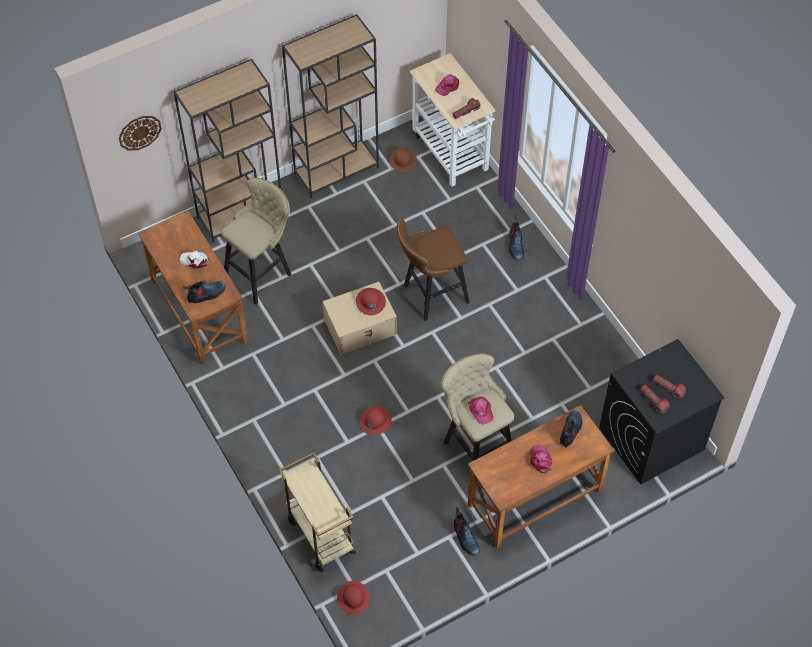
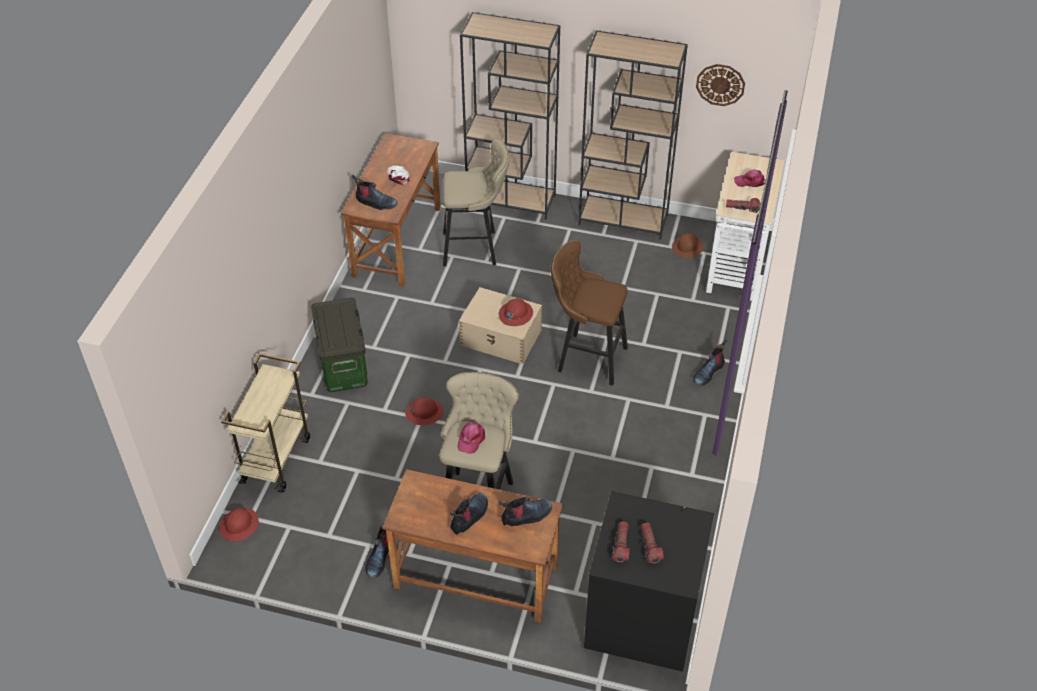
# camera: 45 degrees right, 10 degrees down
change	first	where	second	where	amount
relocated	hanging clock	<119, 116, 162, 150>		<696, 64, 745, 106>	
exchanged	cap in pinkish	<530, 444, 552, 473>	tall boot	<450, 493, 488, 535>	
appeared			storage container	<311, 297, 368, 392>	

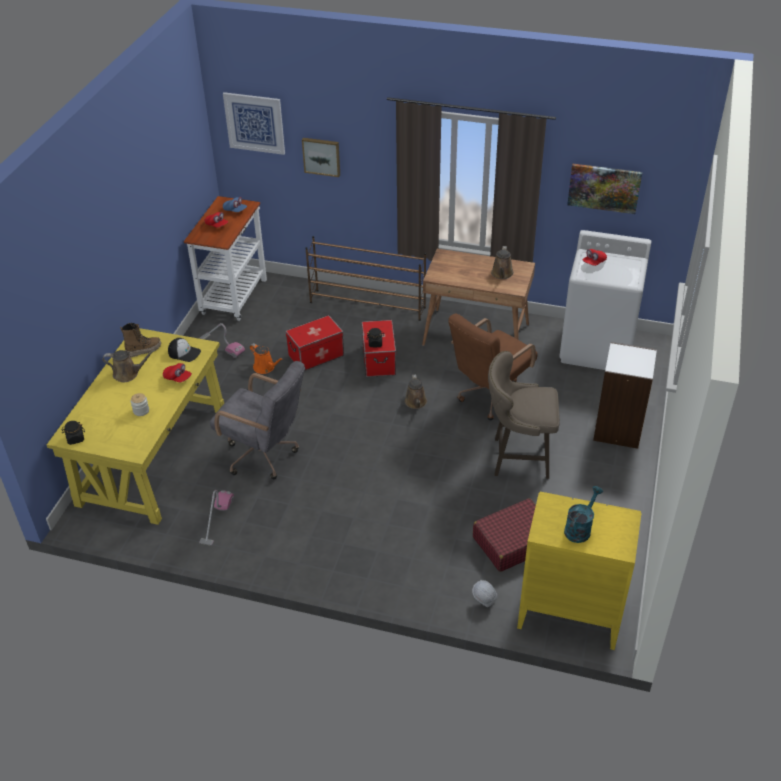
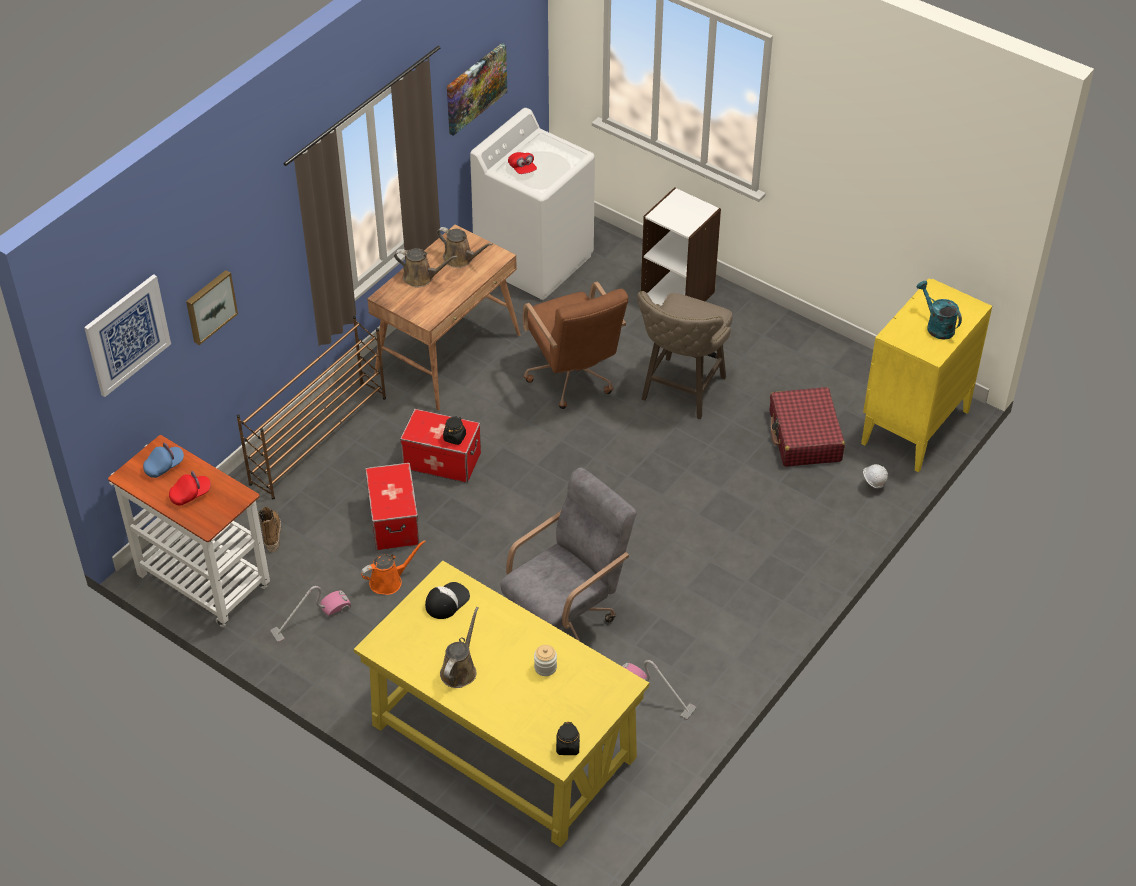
# camera: 70 degrees left, 5 degrees up
change	first	where	second	where	amount
relocated	tall boot	<120, 323, 161, 358>		<258, 507, 281, 552>	
missing	cap in red	<163, 363, 192, 382>			
relocated	sprinkling can in brown	<405, 374, 427, 409>		<394, 248, 458, 287>	

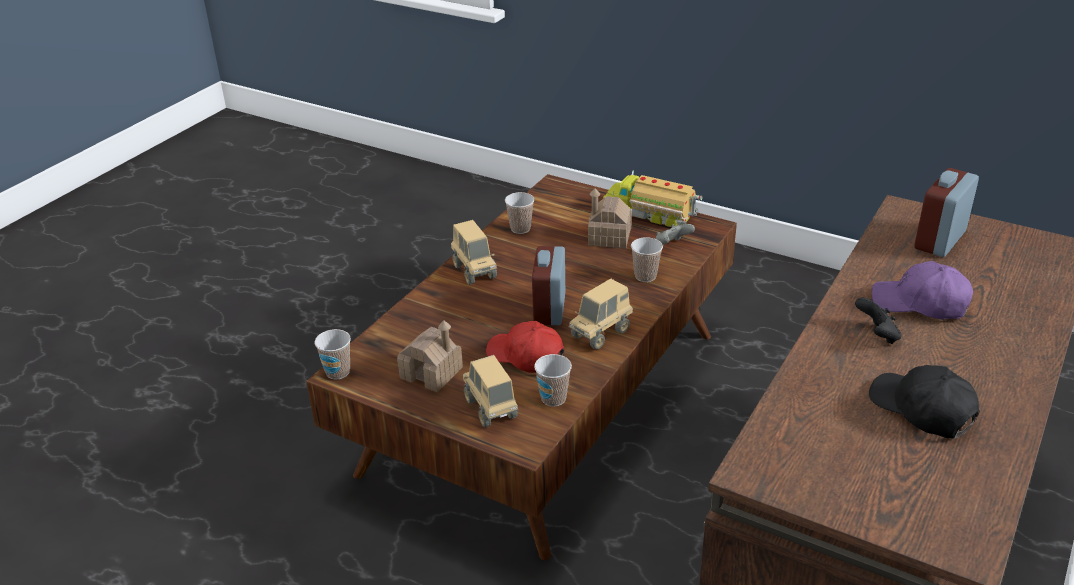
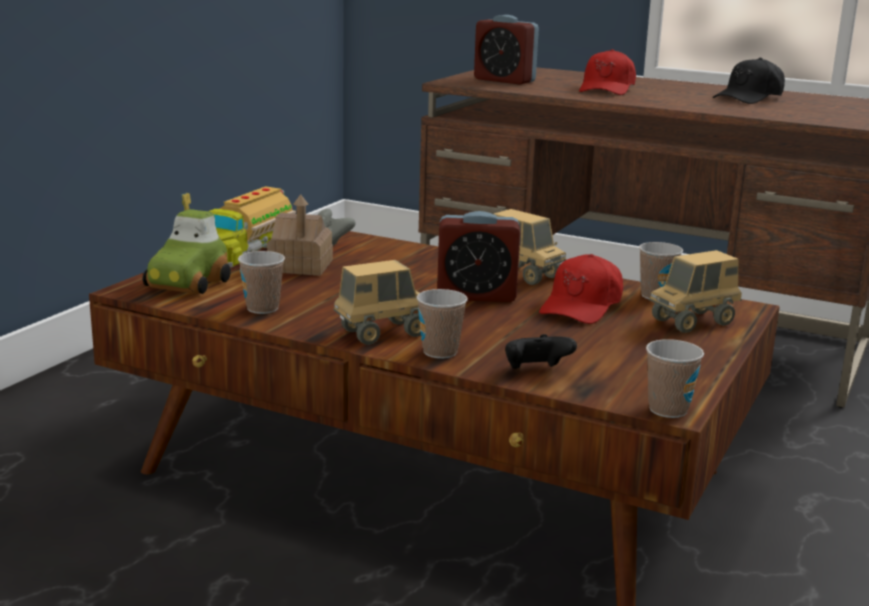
# camera: 95 degrees left, 15 degrees down
change	first	where	second	where	amount
relocated	small cup	<631, 237, 663, 282>		<417, 289, 468, 359>	
colour	cap in purple	<872, 261, 973, 319>	cap in red	<579, 49, 636, 95>	
relocated	gamepad in black	<855, 298, 901, 344>		<505, 334, 577, 369>	
missing	miniature house	<397, 320, 463, 392>			
appeared			miniature car	<143, 193, 231, 294>	

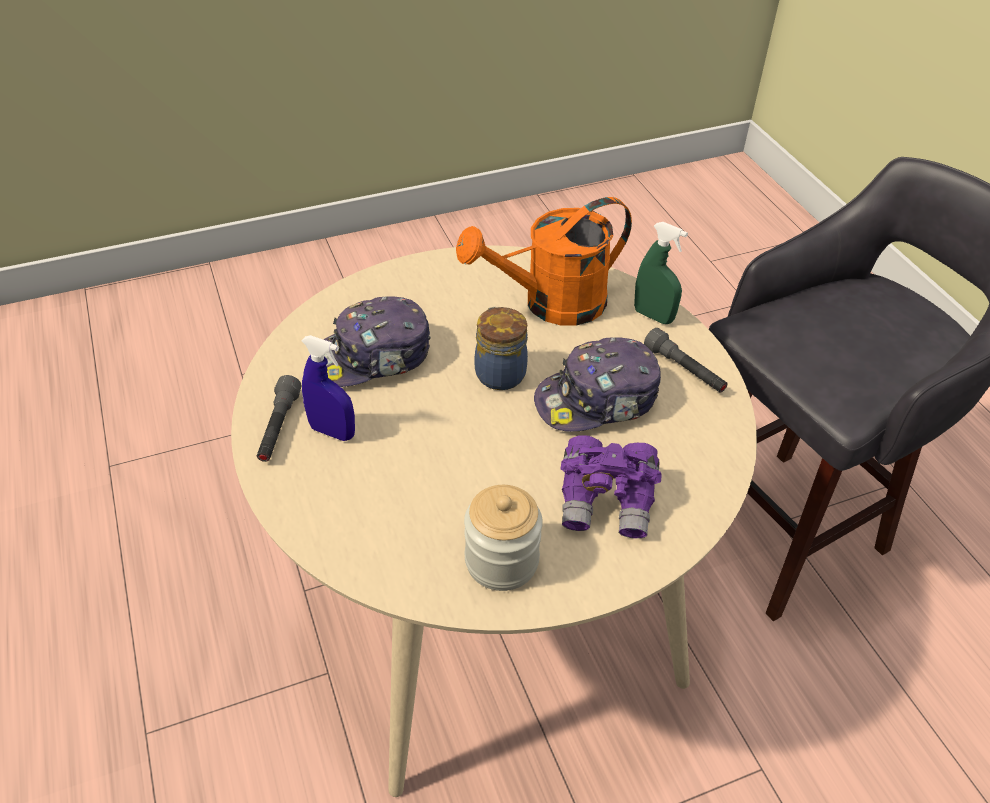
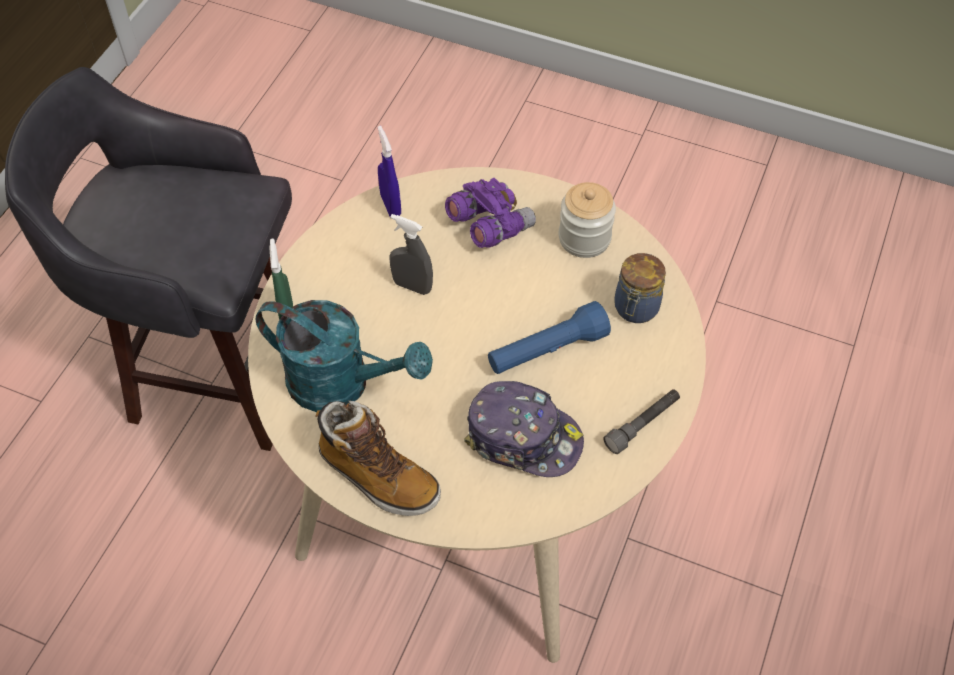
# camera: 135 degrees left, 10 degrees up
change	first	where	second	where	amount
colour	sprinkling can in orangey	<456, 197, 632, 326>	sprinkling can in blue-green	<256, 300, 433, 412>	
relocated	jar	<475, 307, 528, 390>		<614, 253, 666, 323>	
missing	flashlight in greyish	<644, 328, 727, 393>			
relocated	hand sprayer in bluish	<301, 335, 355, 441>		<378, 126, 401, 217>	
exchanged	cap	<534, 337, 661, 432>	hand sprayer in greyish	<389, 214, 433, 295>	
appeared			flashlight in bluish	<488, 301, 611, 374>	
appeared			tall boot	<315, 401, 441, 516>	

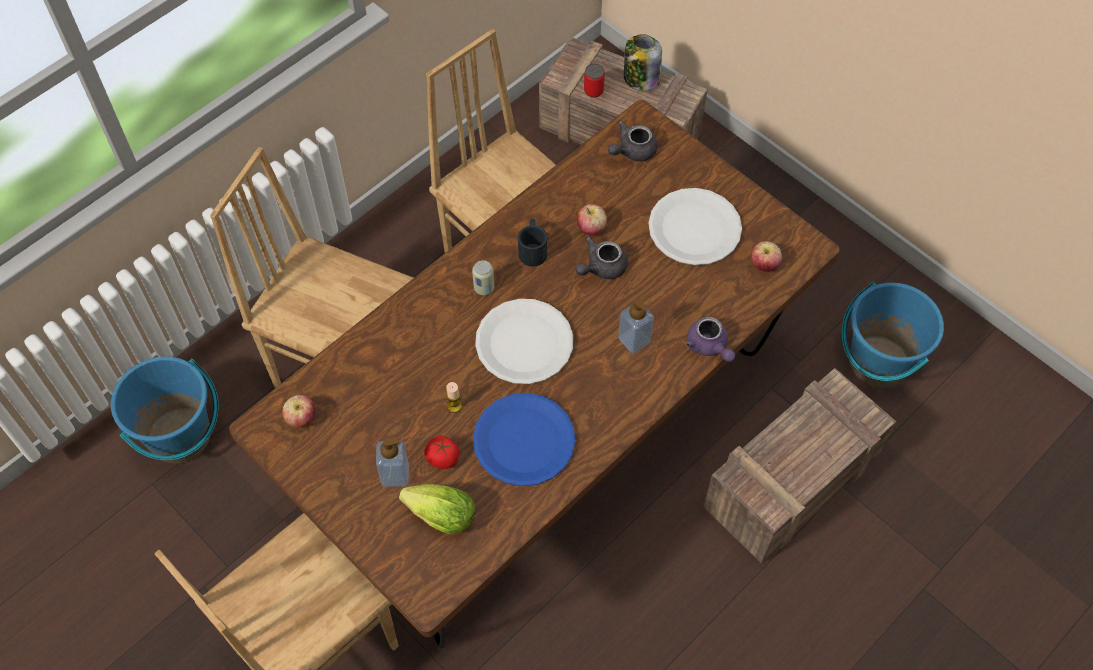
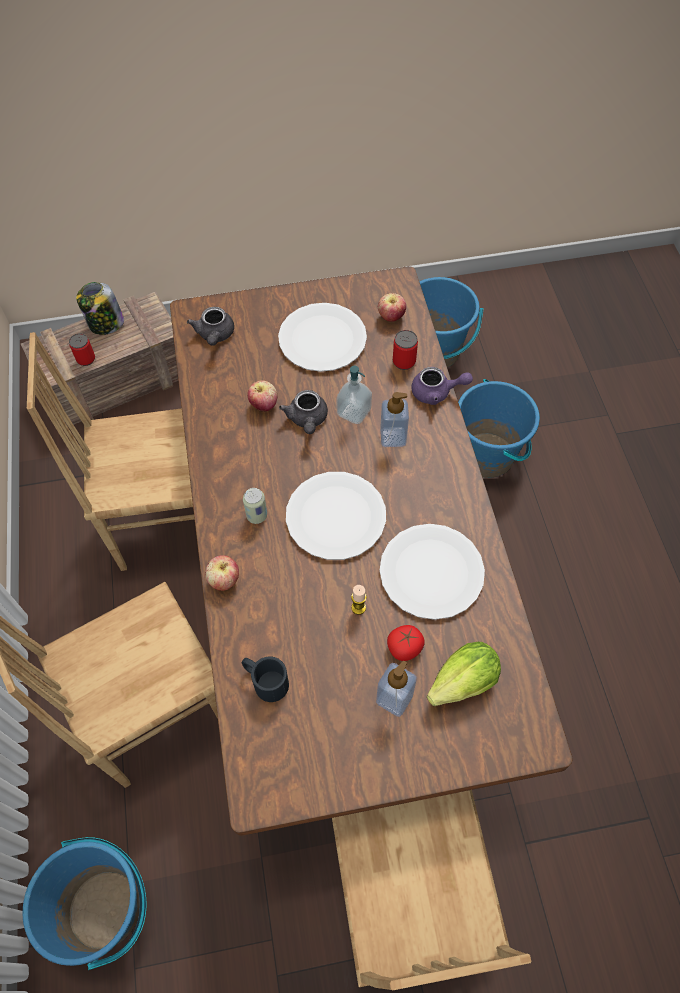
# camera: 55 degrees left, 0 degrees up
change	first	where	second	where	amount
relocated	tea mug in black	<518, 219, 547, 267>		<242, 656, 289, 702>	
exchanged	crate	<704, 368, 896, 564>	pail in bluish	<458, 379, 540, 478>	
colour	flat dish in bluish	<473, 393, 576, 486>	flat dish in white-coloured	<380, 524, 485, 620>	
relocated	apple	<282, 395, 315, 427>		<205, 555, 239, 591>	
appeared			can	<393, 330, 418, 370>	
appeared			liquid soap bottle	<336, 366, 372, 424>	

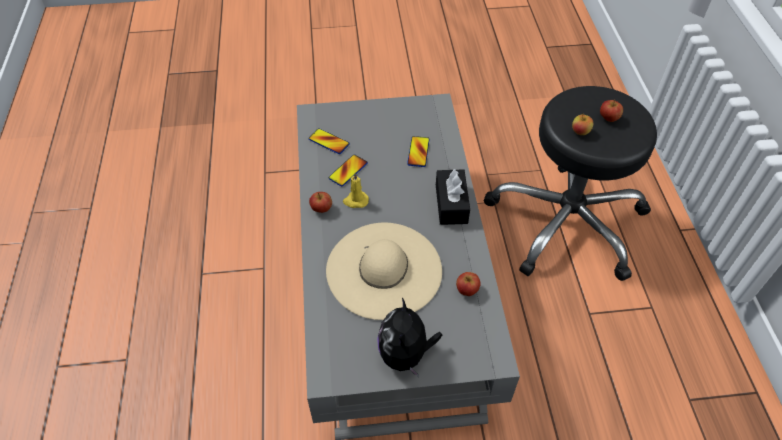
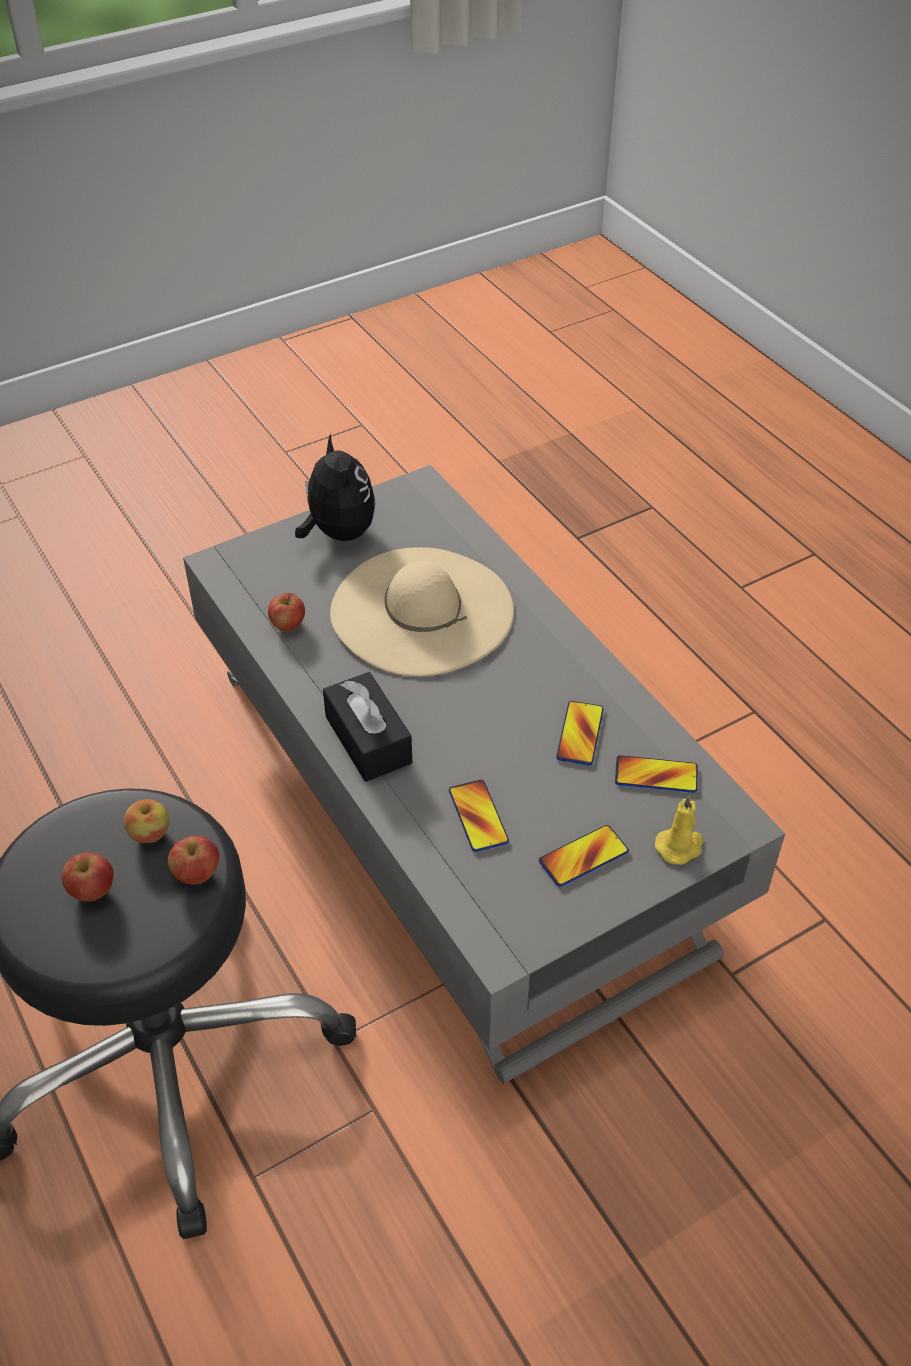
# camera: 155 degrees right, 5 degrees down
change	first	where	second	where	amount
relocated	candle in yellow-coloured	<343, 173, 369, 208>		<655, 794, 704, 864>	
relocated	apple	<309, 192, 332, 213>		<168, 836, 219, 885>	
appeared			telephone	<539, 825, 629, 887>	

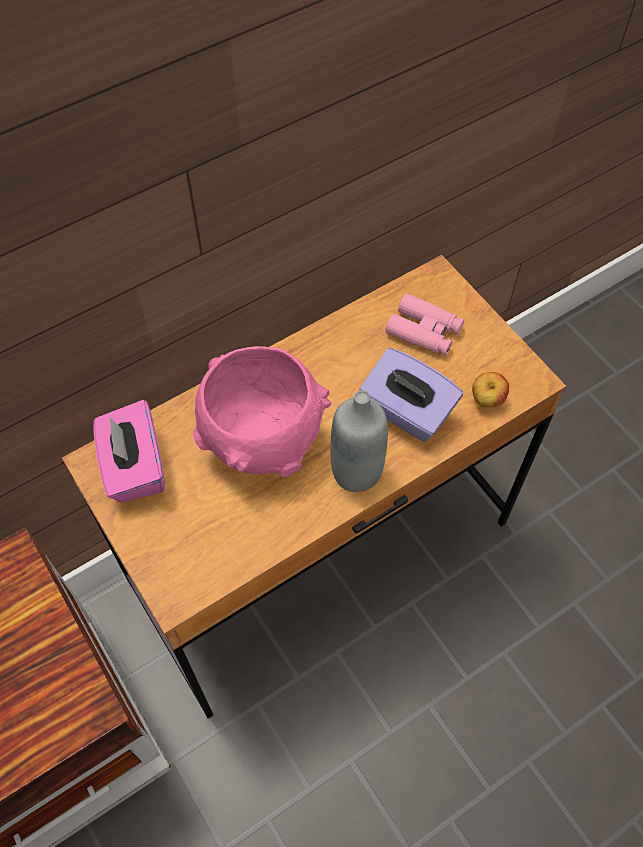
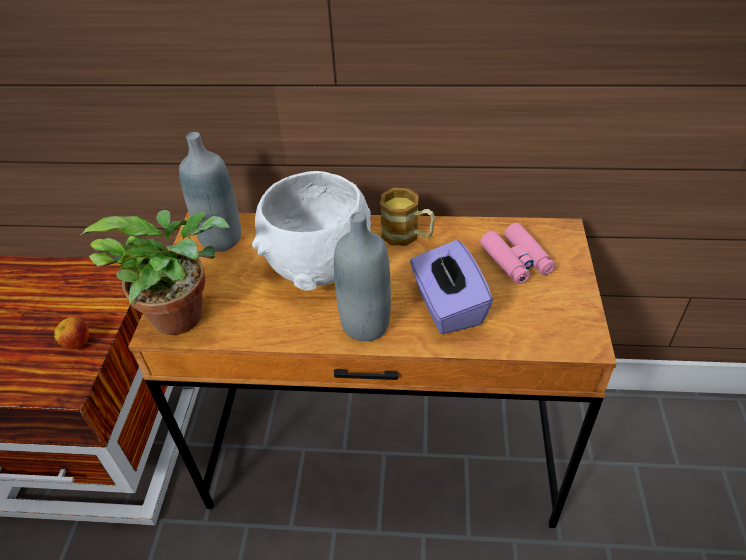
# camera: 40 degrees right, 15 degrees down
change	first	where	second	where	amount
colour	deep dish in pinkish	<193, 346, 332, 477>	deep dish in white-coloured	<252, 171, 371, 291>	
relocated	apple	<472, 372, 509, 407>		<54, 317, 89, 349>	
exchanged	tissue box in pinkish	<93, 400, 165, 502>	drink bottle in greyish	<179, 132, 241, 252>	
appeared			tea mug	<380, 188, 435, 246>	
appeared			plant in a pot	<81, 210, 230, 335>	

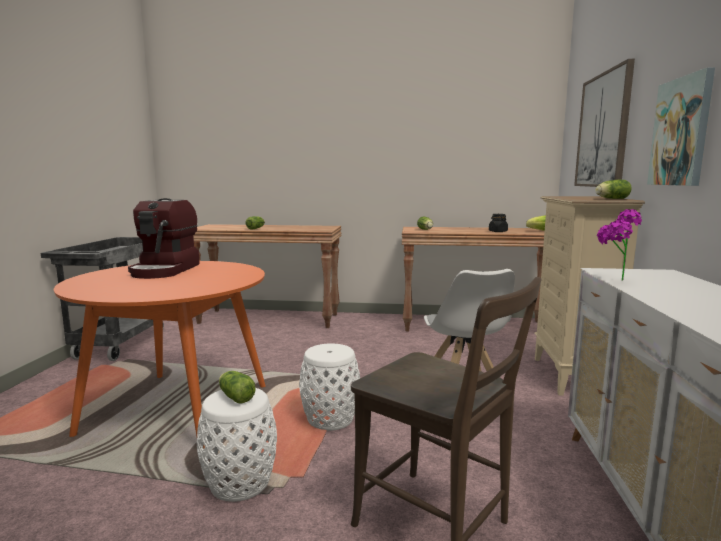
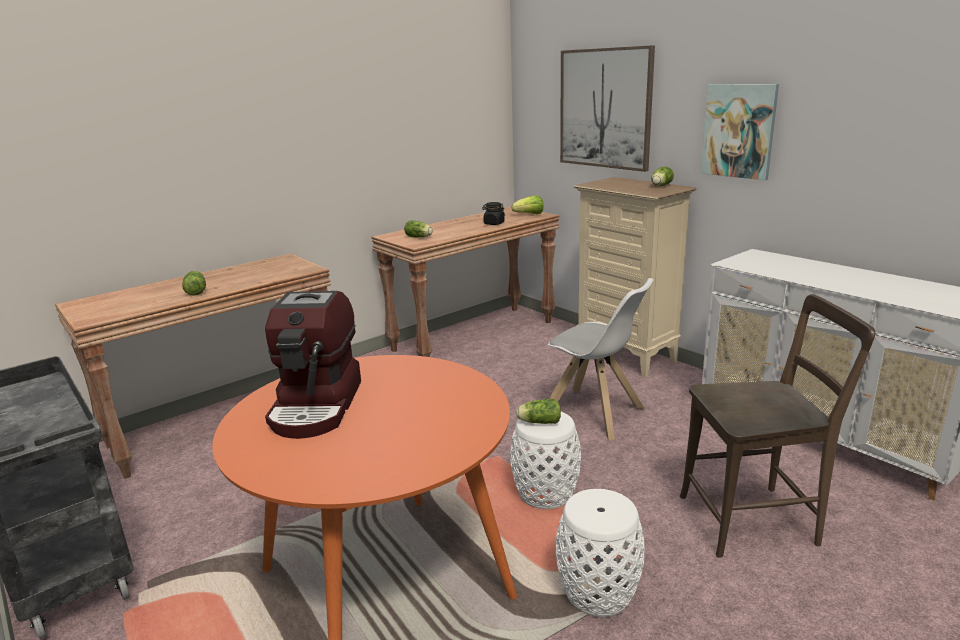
# camera: 45 degrees left, 10 degrees up
change	first	where	second	where	amount
spun	coffee brewer	<128, 198, 200, 279>		<265, 291, 361, 439>	45 degrees clockwise
missing	plant in a pot	<597, 209, 642, 281>			
relocated	lettuce	<219, 371, 256, 403>		<516, 399, 561, 424>	

